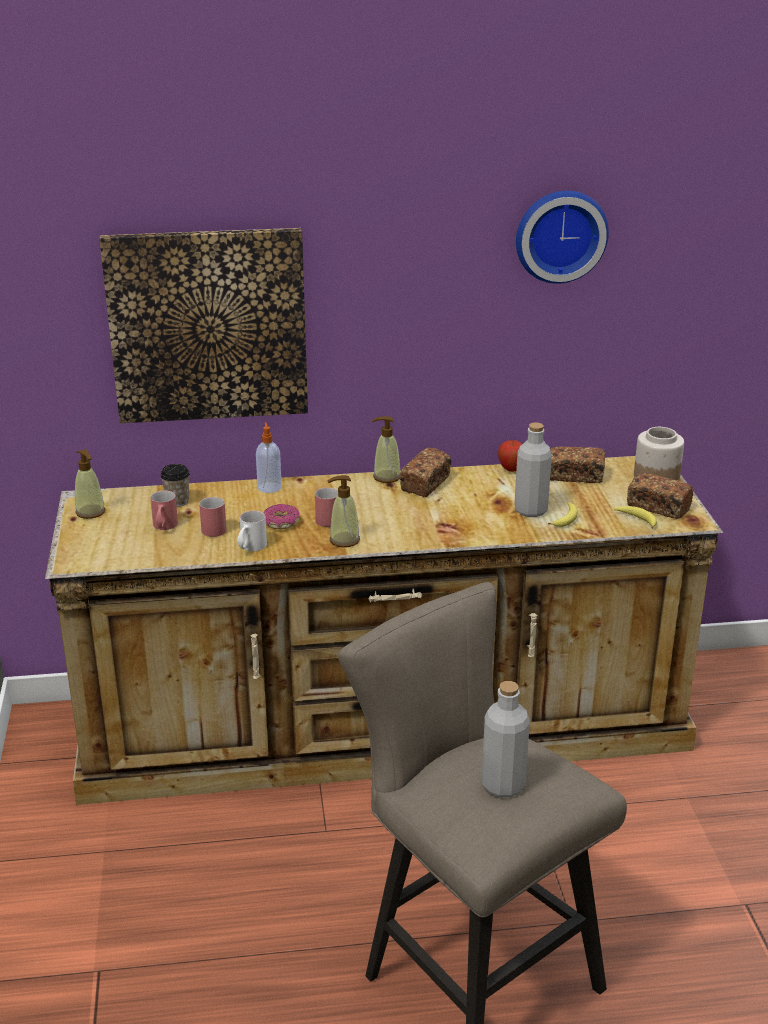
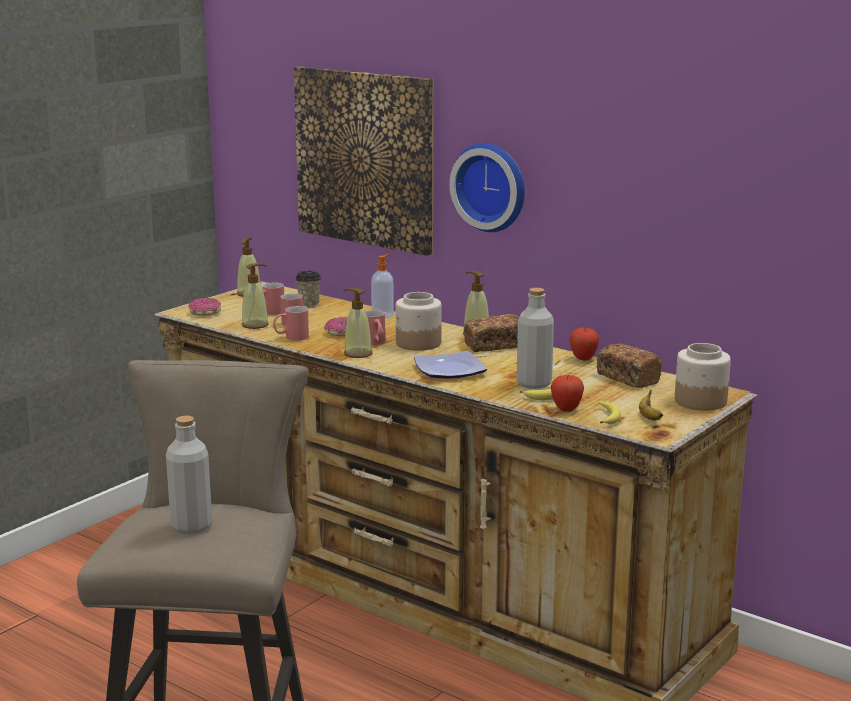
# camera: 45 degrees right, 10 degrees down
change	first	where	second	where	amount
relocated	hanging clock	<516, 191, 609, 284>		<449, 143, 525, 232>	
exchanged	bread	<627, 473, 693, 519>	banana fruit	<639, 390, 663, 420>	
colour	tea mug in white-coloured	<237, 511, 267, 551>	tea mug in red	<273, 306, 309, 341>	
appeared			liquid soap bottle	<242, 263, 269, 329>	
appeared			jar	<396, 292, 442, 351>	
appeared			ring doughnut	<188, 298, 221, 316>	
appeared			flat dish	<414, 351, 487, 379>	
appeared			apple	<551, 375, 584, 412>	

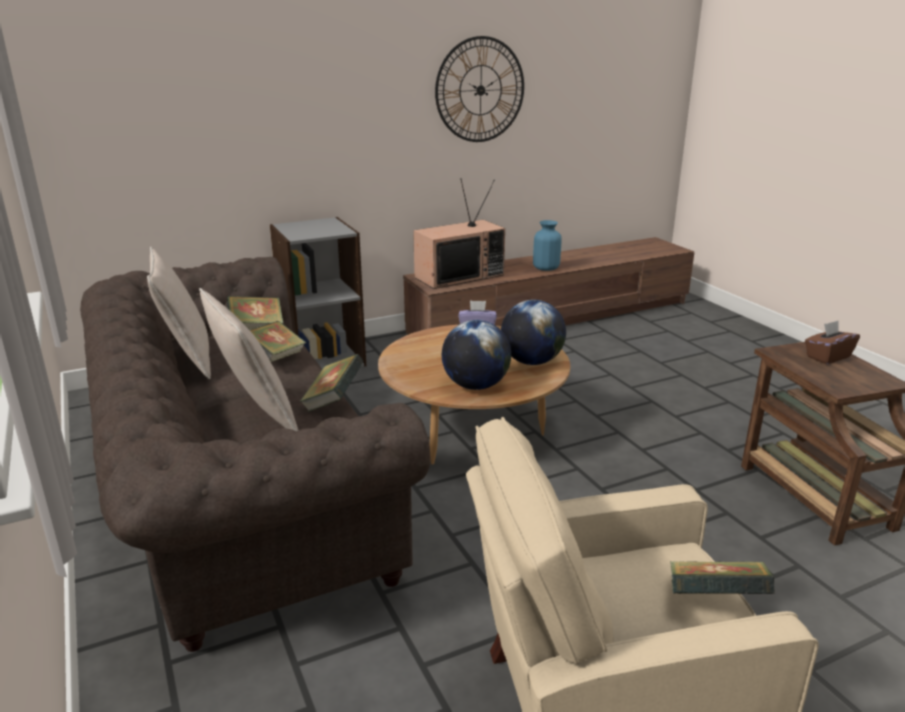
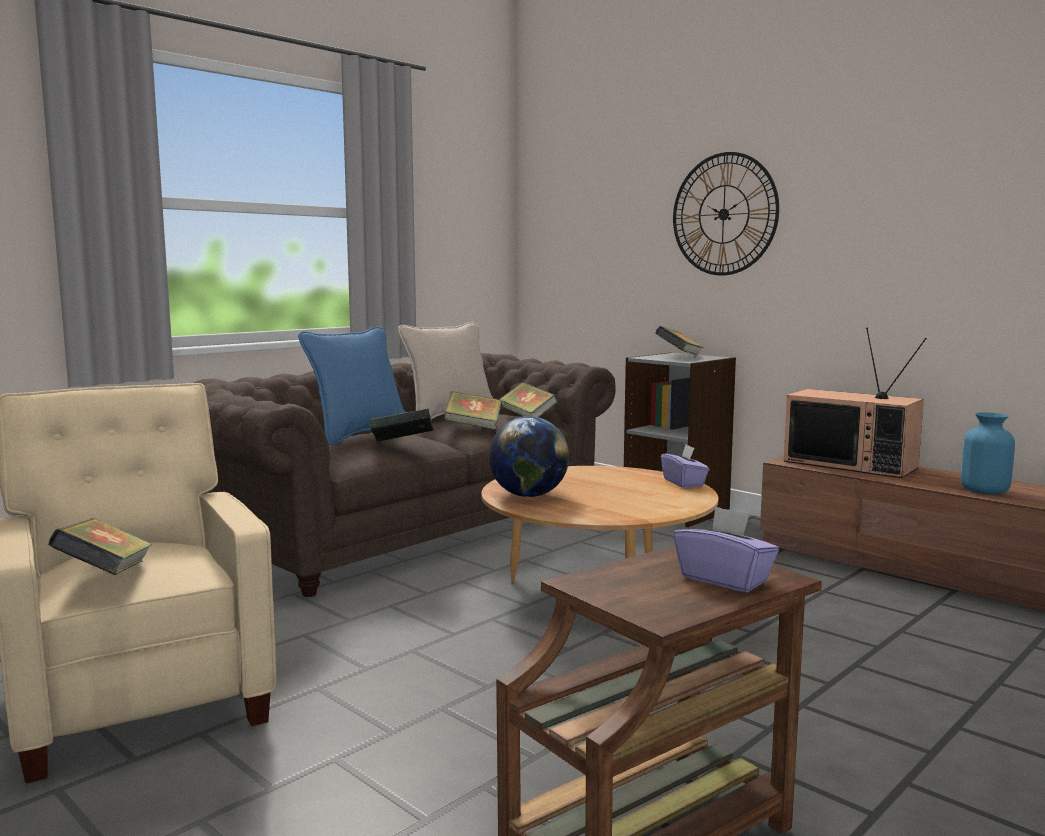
# camera: 70 degrees right, 15 degrees down
change	first	where	second	where	amount
relocated	hanging clock	<435, 36, 524, 142>		<673, 152, 779, 276>	
colour	throw pillow in beige	<199, 288, 298, 431>	throw pillow in bluish	<298, 326, 406, 445>	
missing	desk globe	<501, 300, 566, 365>			
colour	tissue box in brown	<805, 321, 860, 364>	tissue box in purple	<674, 506, 779, 593>	
appeared			book	<655, 326, 702, 356>	

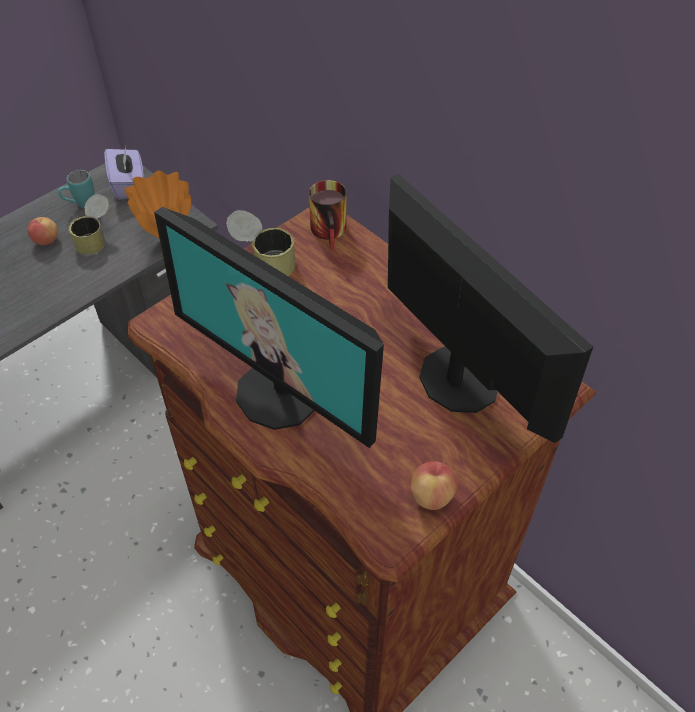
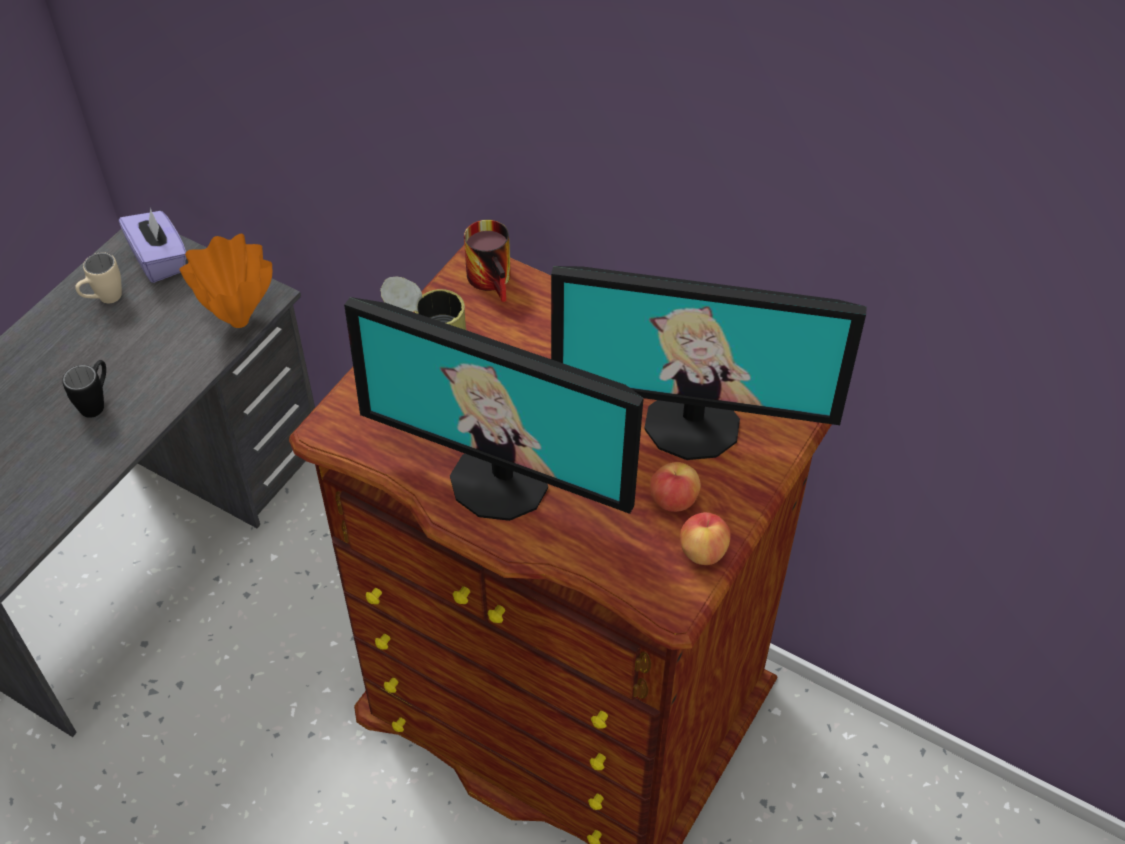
# camera: 15 degrees left, 0 degrees up
change	first	where	second	where	amount
colour	tea mug in blue-green	<58, 170, 95, 208>	tea mug in beige	<75, 252, 122, 303>	
spun	computer display	<388, 174, 593, 443>		<551, 266, 867, 460>	150 degrees clockwise
missing	can	<69, 194, 109, 255>			
relocated	apple	<27, 217, 58, 245>		<650, 462, 701, 512>	
appeared			tea mug in black	<62, 360, 106, 418>	

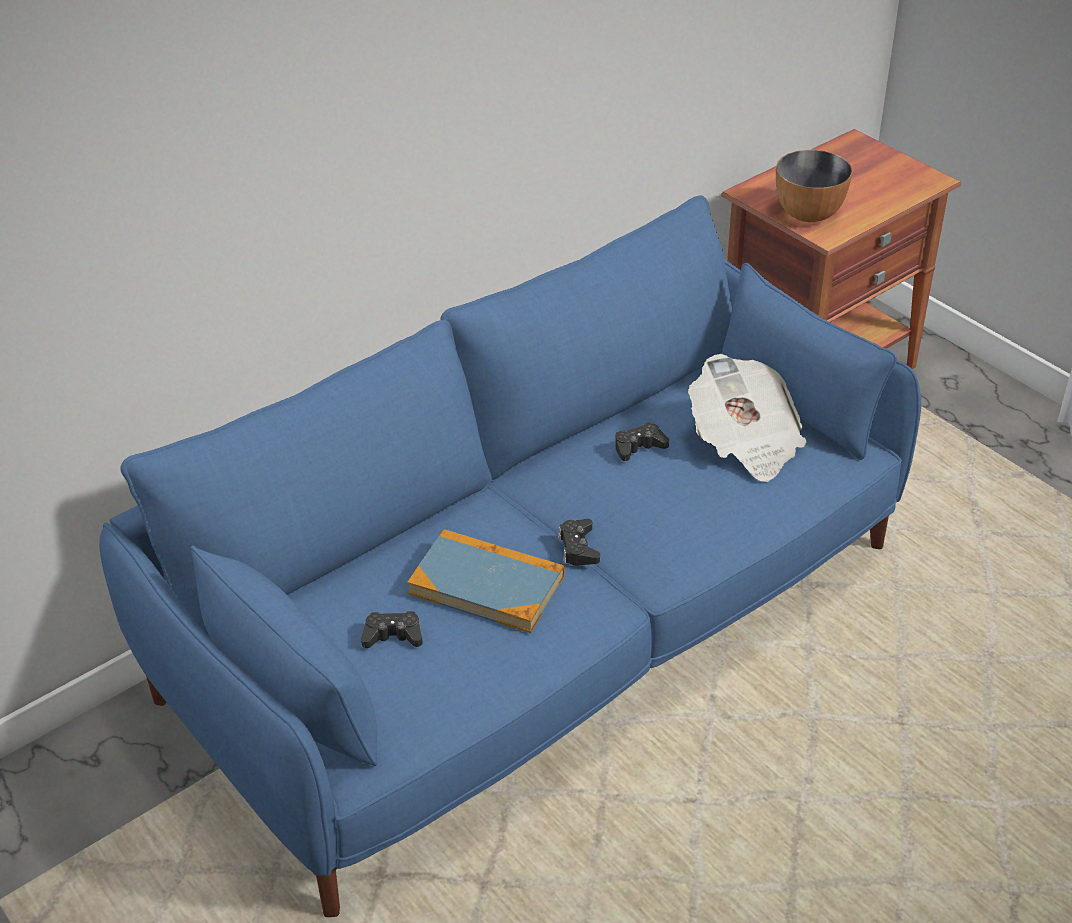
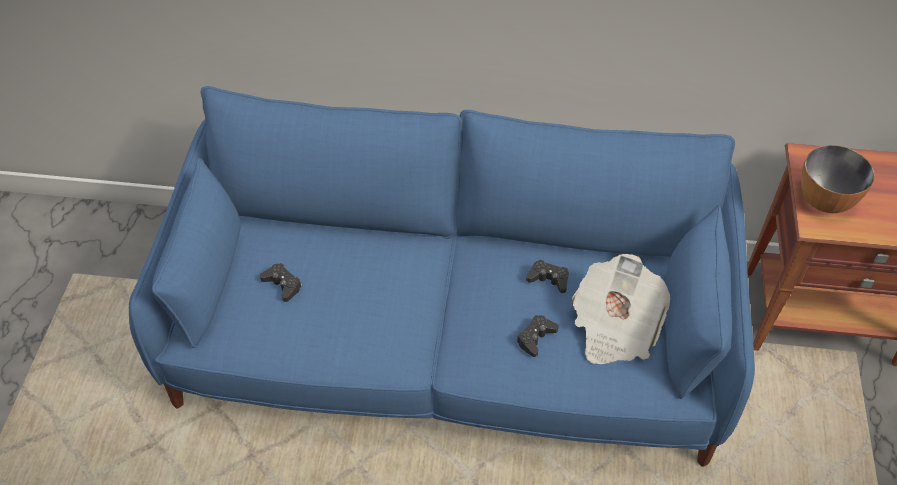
# camera: 45 degrees right, 10 degrees up
change	first	where	second	where	amount
relocated	gamepad in black	<558, 519, 600, 566>		<516, 315, 559, 357>	
missing	book	<407, 529, 565, 633>			

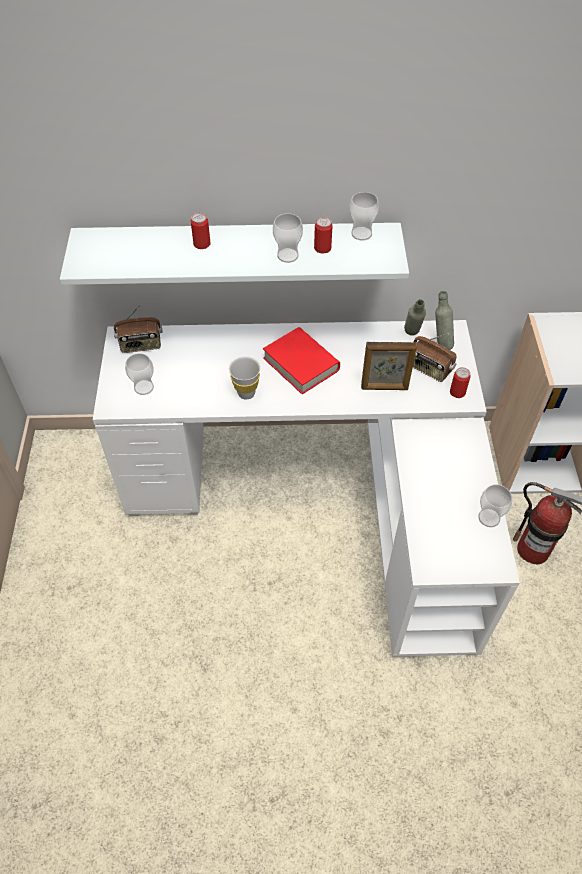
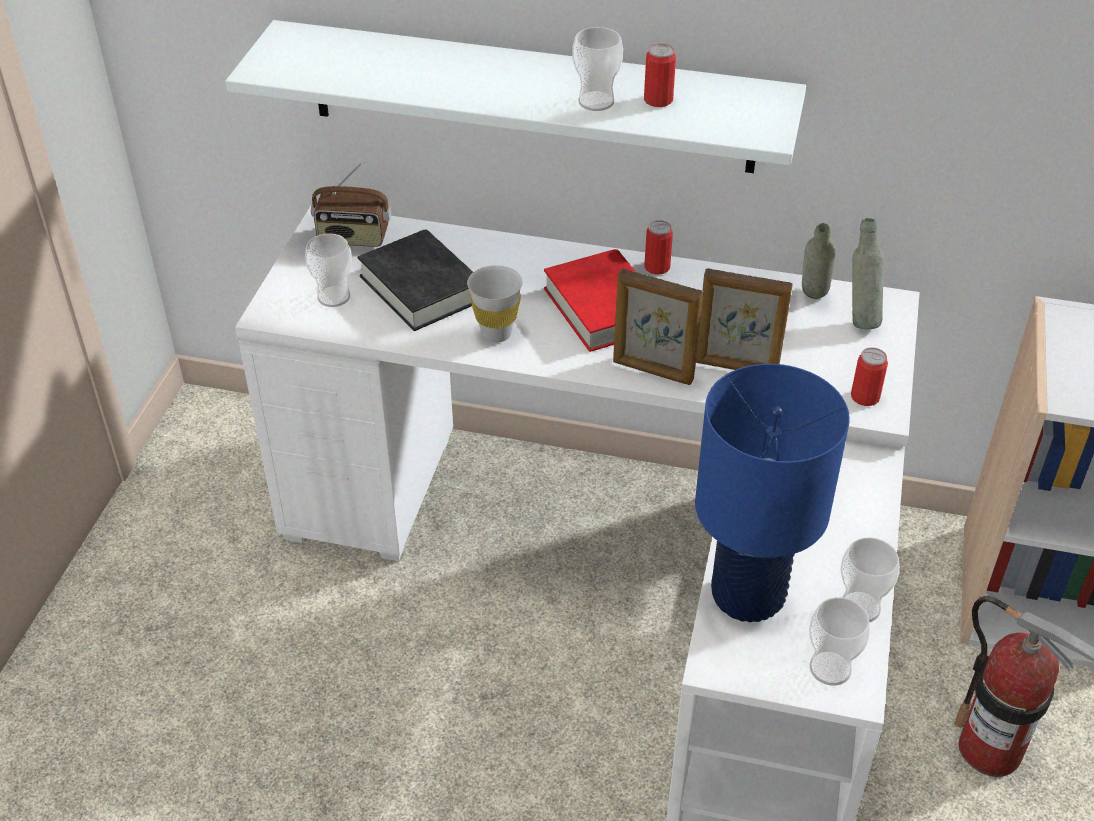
# camera: 15 degrees right, 10 degrees down
change	first	where	second	where	amount
relocated	small cup	<349, 192, 379, 240>		<809, 597, 870, 686>	
relocated	can	<191, 213, 211, 249>		<644, 220, 673, 275>	
missing	radio	<413, 334, 457, 382>			
appeared			book in black	<358, 230, 473, 331>	
appeared			standing frame	<613, 268, 703, 385>	
appeared			lamp for a table in bluish	<695, 364, 850, 622>	

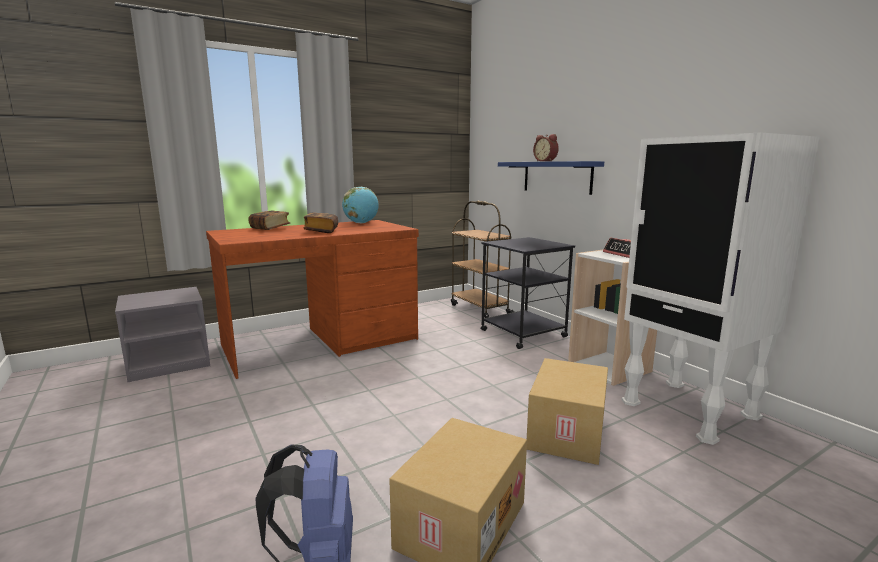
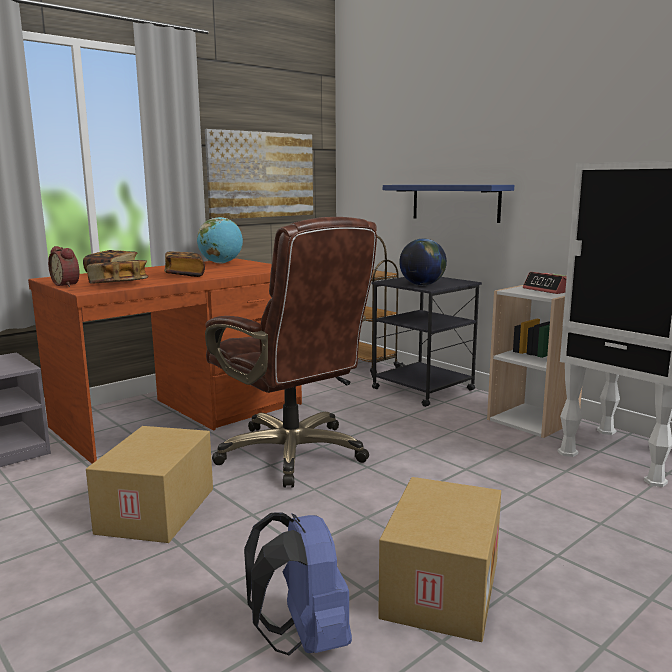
# camera: 10 degrees left, 0 degrees up
change	first	where	second	where	amount
relocated	bedside clock	<533, 134, 559, 161>		<48, 246, 79, 287>	
relocated	packing box	<527, 358, 608, 465>		<86, 426, 213, 543>	
appeared			wall picture	<205, 129, 313, 219>	
appeared			desk chair in brown	<205, 217, 377, 488>	
appeared			desk globe	<399, 239, 447, 285>	
appeared			book	<86, 260, 148, 284>	

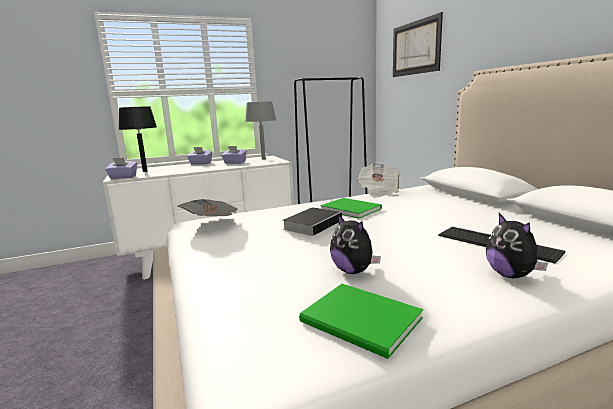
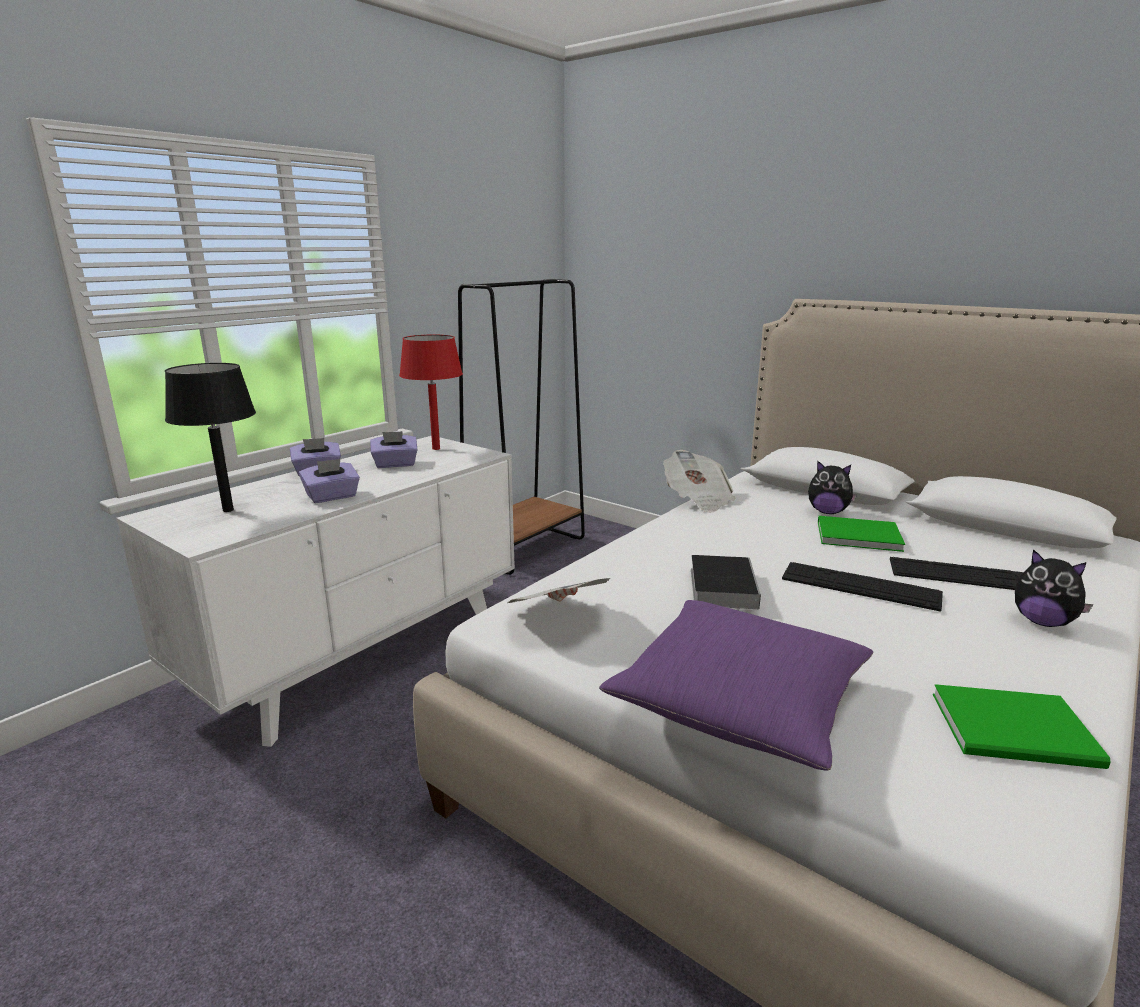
# camera: 30 degrees left, 5 degrees up
change	first	where	second	where	amount
missing	wall picture	<393, 12, 443, 77>			
colour	lamp for a table in greyish	<245, 101, 276, 160>	lamp for a table in red	<399, 335, 463, 450>	
relocated	tissue box in purple	<105, 158, 137, 179>		<299, 459, 360, 503>	
relocated	book in greenish	<320, 198, 382, 218>		<818, 516, 905, 552>	
relocated	soft toy	<330, 214, 381, 274>		<808, 461, 857, 514>	
appeared			keyboard	<782, 562, 943, 612>	
appeared			throw pillow in purple	<599, 600, 873, 771>	

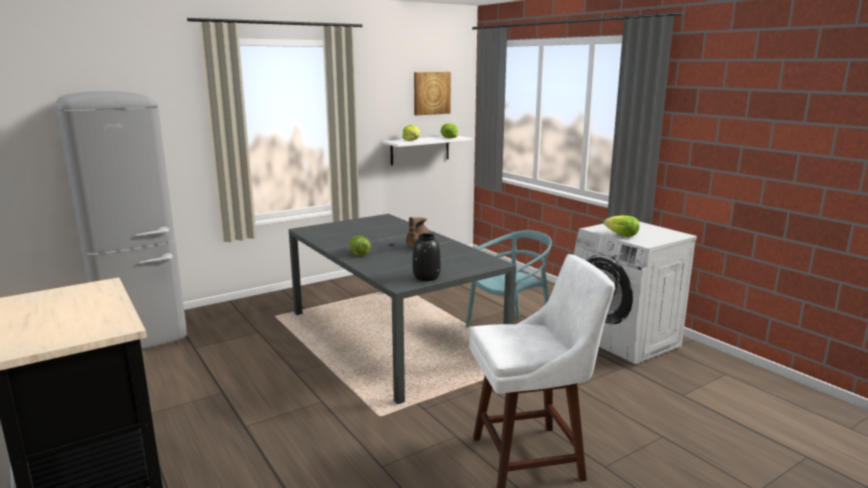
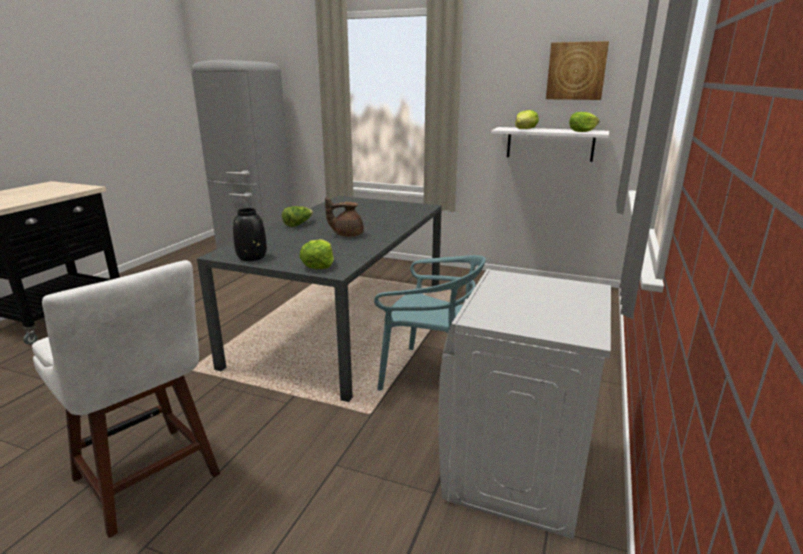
# camera: 55 degrees right, 5 degrees up
change	first	where	second	where	amount
relocated	lettuce	<604, 215, 639, 237>		<300, 239, 334, 269>	

